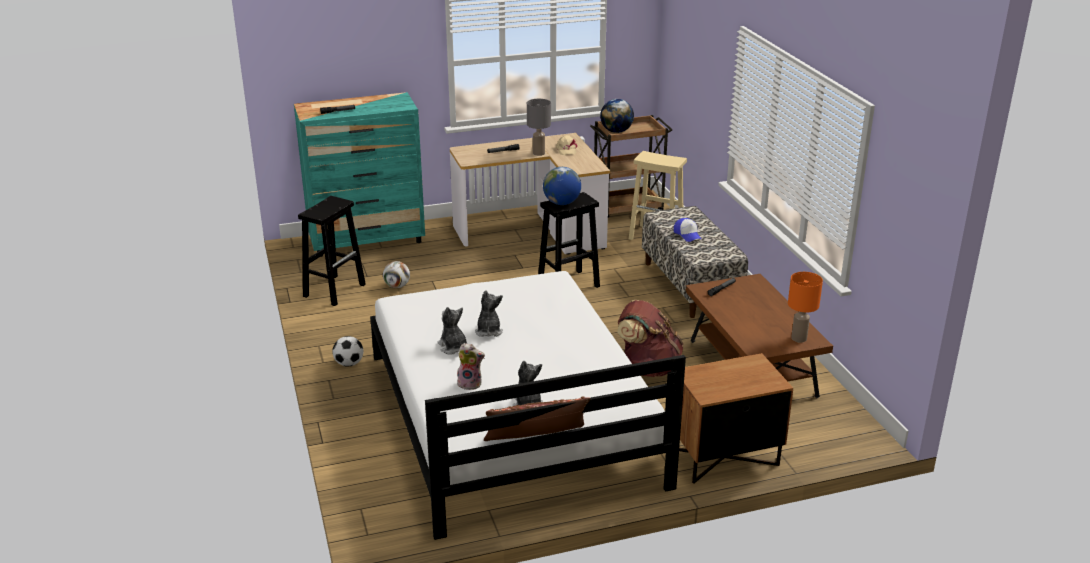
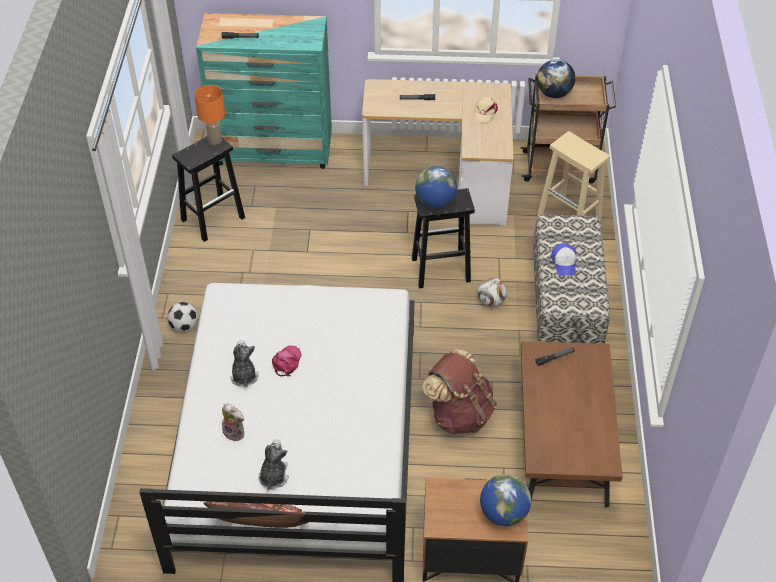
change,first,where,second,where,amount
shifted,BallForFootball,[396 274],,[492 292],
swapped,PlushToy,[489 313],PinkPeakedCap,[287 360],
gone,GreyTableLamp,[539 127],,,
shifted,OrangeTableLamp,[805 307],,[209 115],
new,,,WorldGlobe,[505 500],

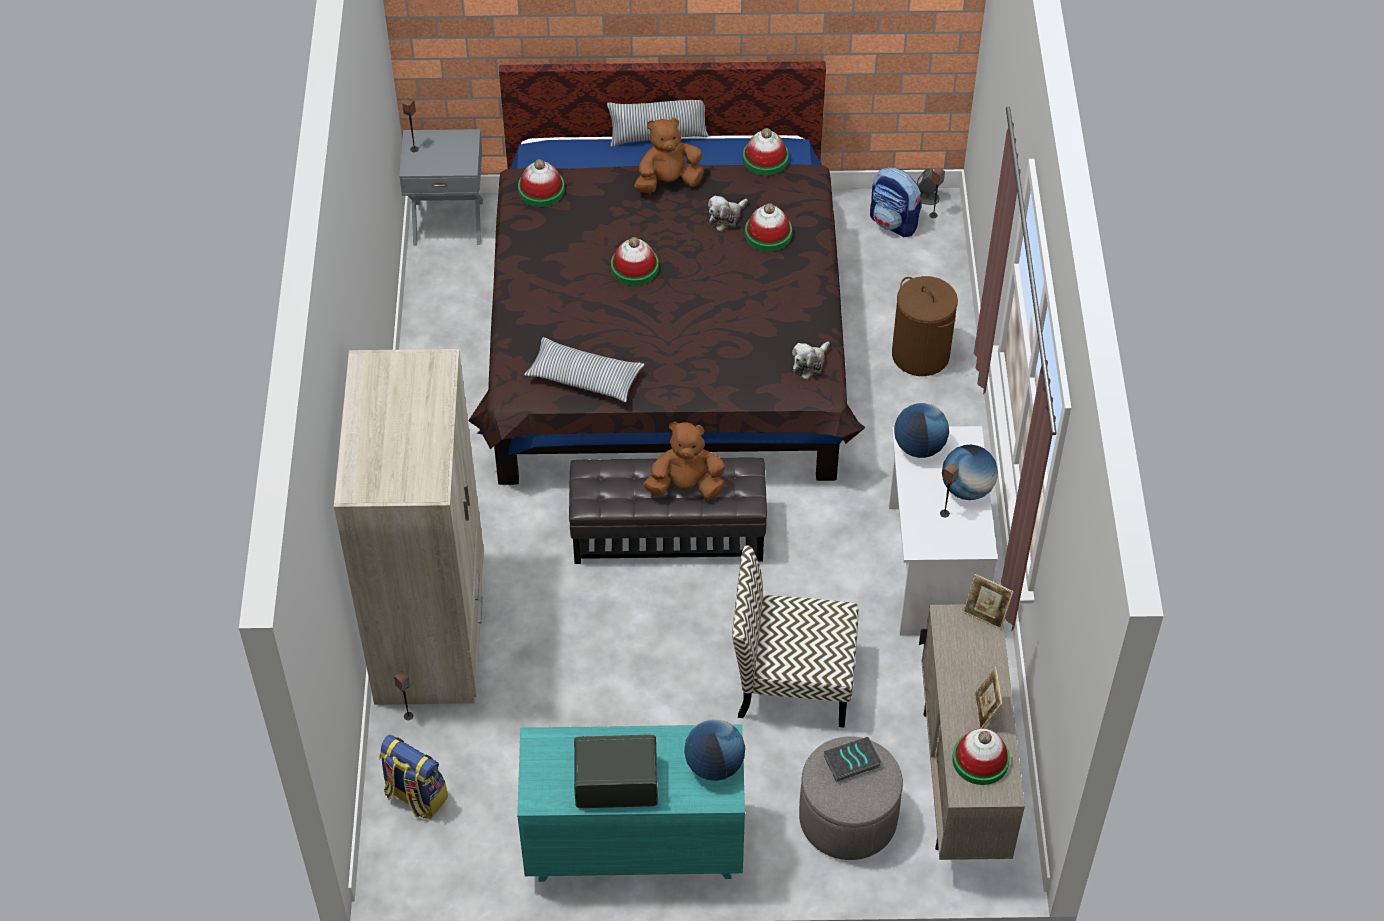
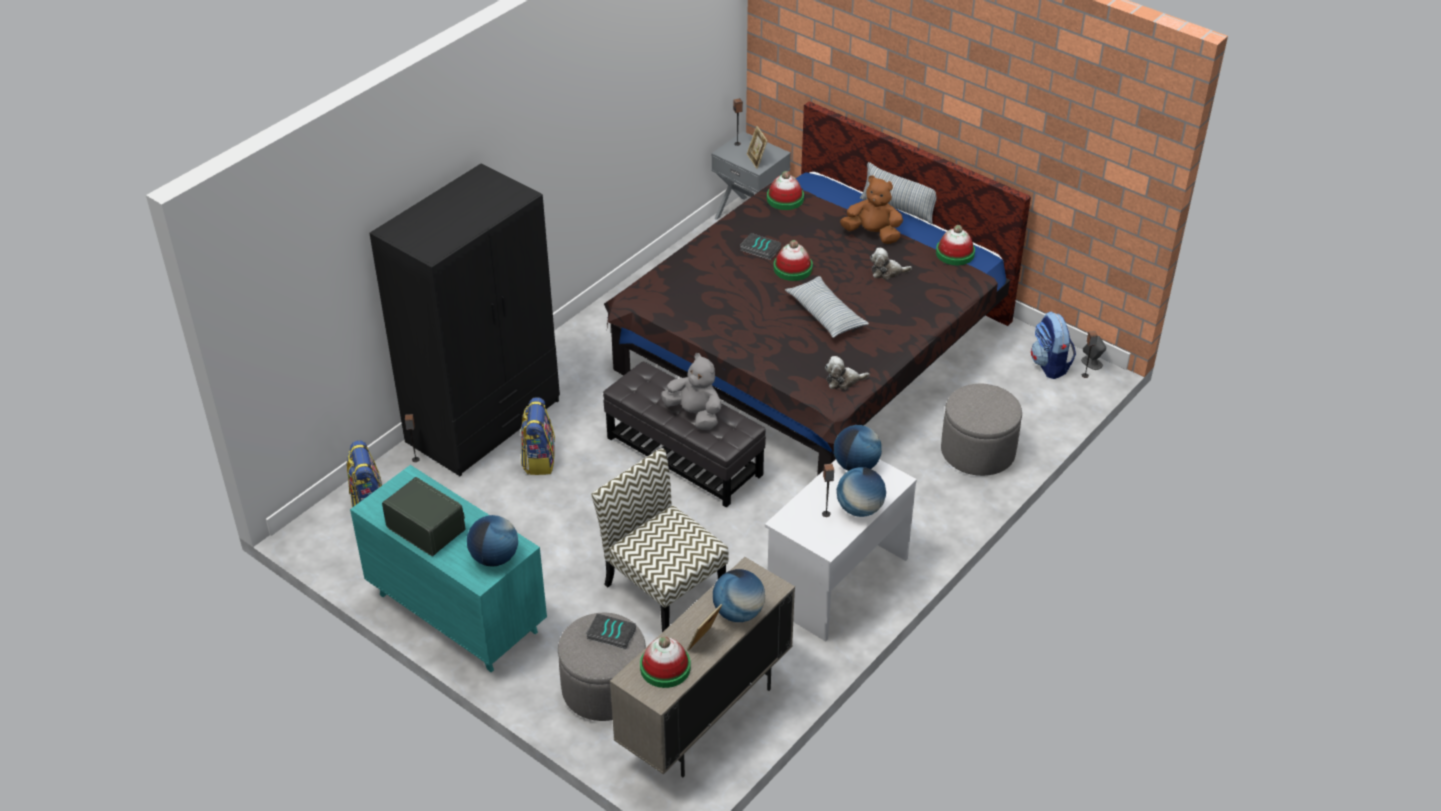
change,first,where,second,where,amount
repainted,SandColouredClothesCupboard,[409 527],BlackishClothesCupboard,[464 319],
shifted,ThrowPillow,[584 369],,[827 307],
repainted,BrownPlushToy,[684 461],GreyPlushToy,[691 391],
gone,ClothingHat,[768 227],,,
swapped,BrownHamper,[925 326],GreyPouffe,[981 430],
shifted,PictureFrame,[988 602],,[757 147],
new,,,Knapsack,[538 436],
new,,,WorldGlobe,[739 595],
new,,,BoundBook,[760 246],

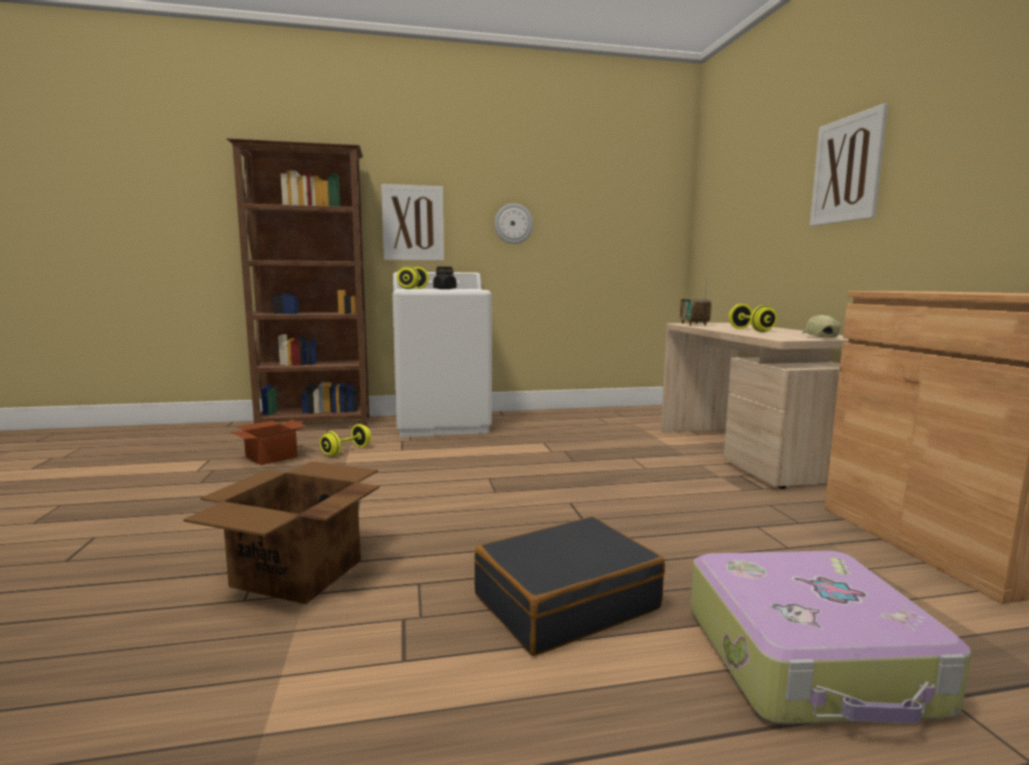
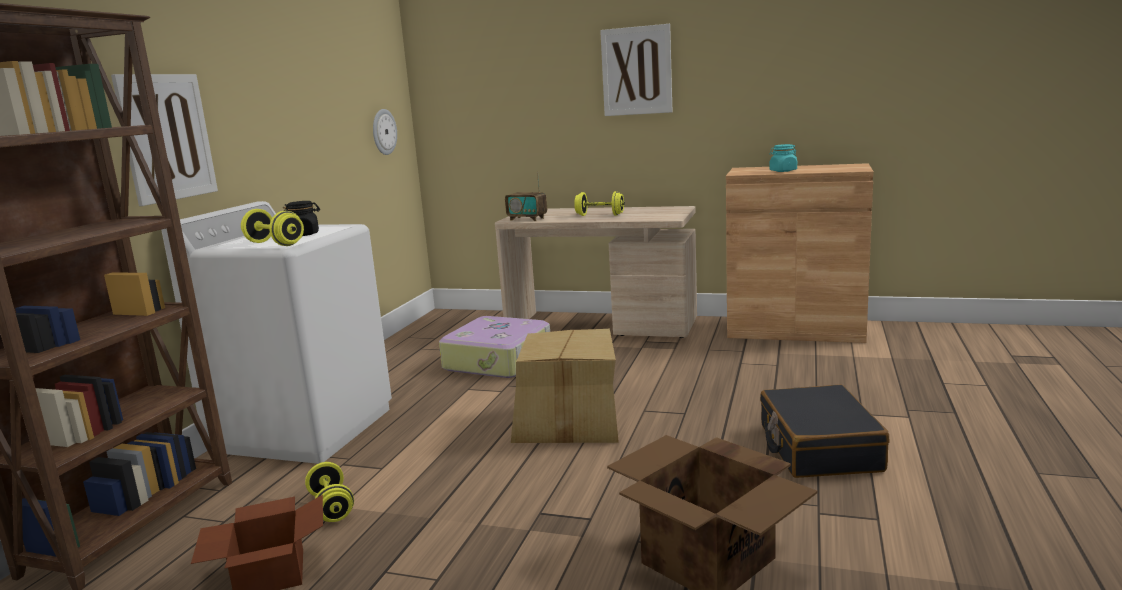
change,first,where,second,where,amount
shifted,WallClock,[514 223],,[385 132],
shifted,PieceOfLuggage,[830 637],,[494 347],
gone,PeakedCap,[820 325],,,
new,,,Carton,[565 385],
new,,,TurquoiseStorageJar,[783 158],

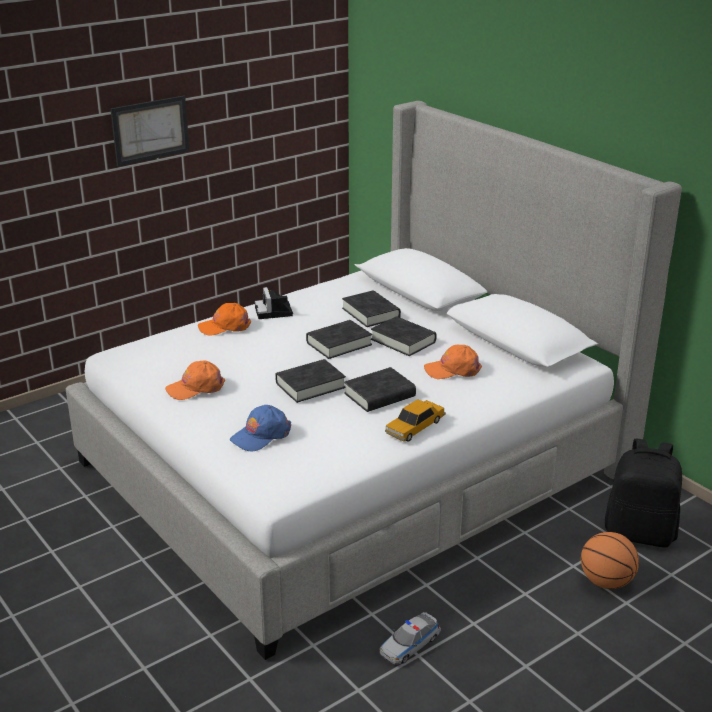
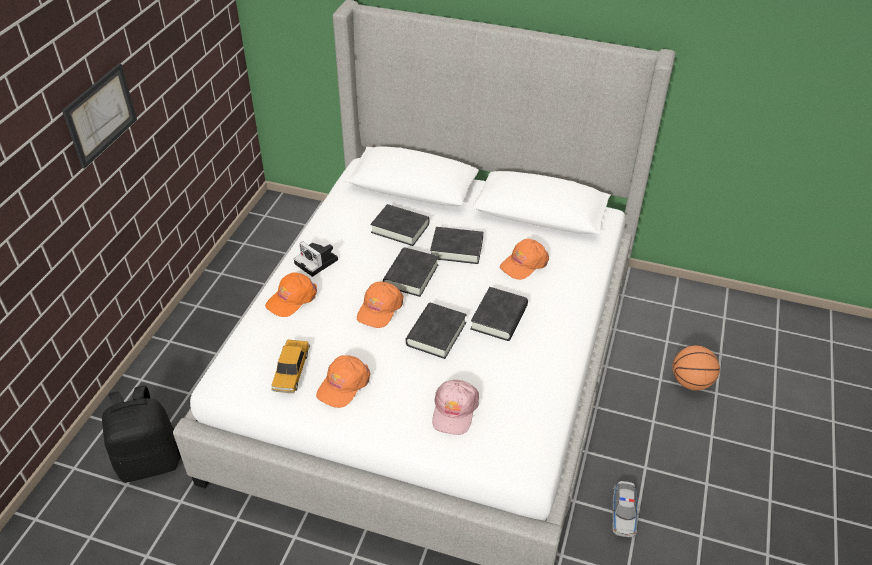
change,first,where,second,where,amount
repainted,BlueColouredPeakedCap,[260 428],PinkPeakedCap,[455 407],
shifted,ToyCar,[415 420],,[290 366],
shifted,BlackishKnapsack,[643 493],,[141 434],
new,,,OrangePeakedCap,[380 305],

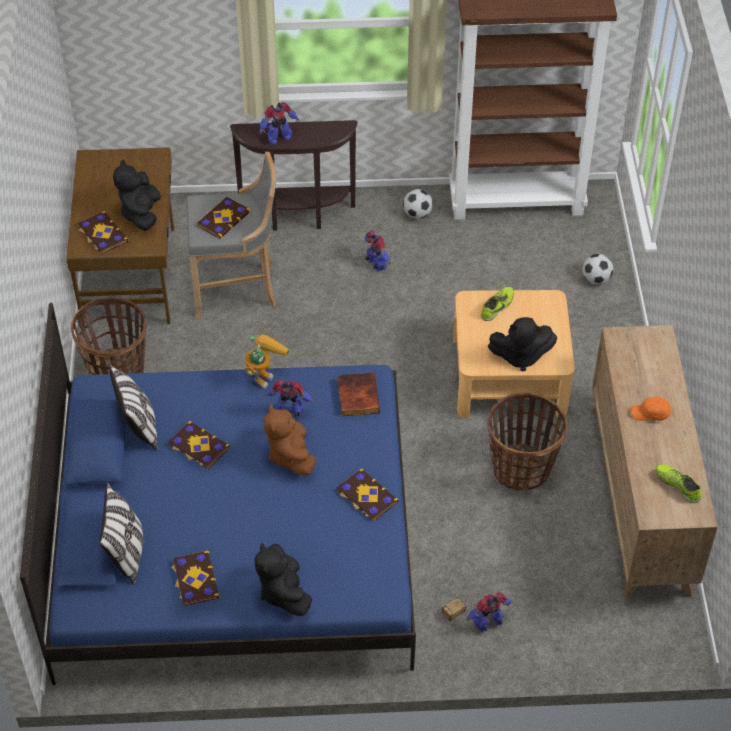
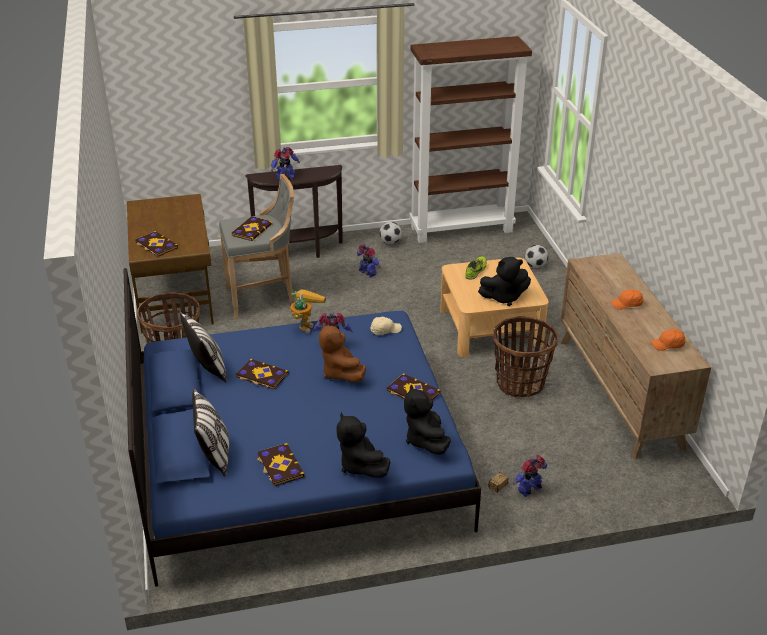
change,first,where,second,where,amount
shifted,BlackishPlushToy,[137 195],,[427 419],
swapped,BoundBook,[359 394],SandColouredPeakedCap,[386 326],
swapped,Shoe,[678 483],OrangePeakedCap,[668 340],

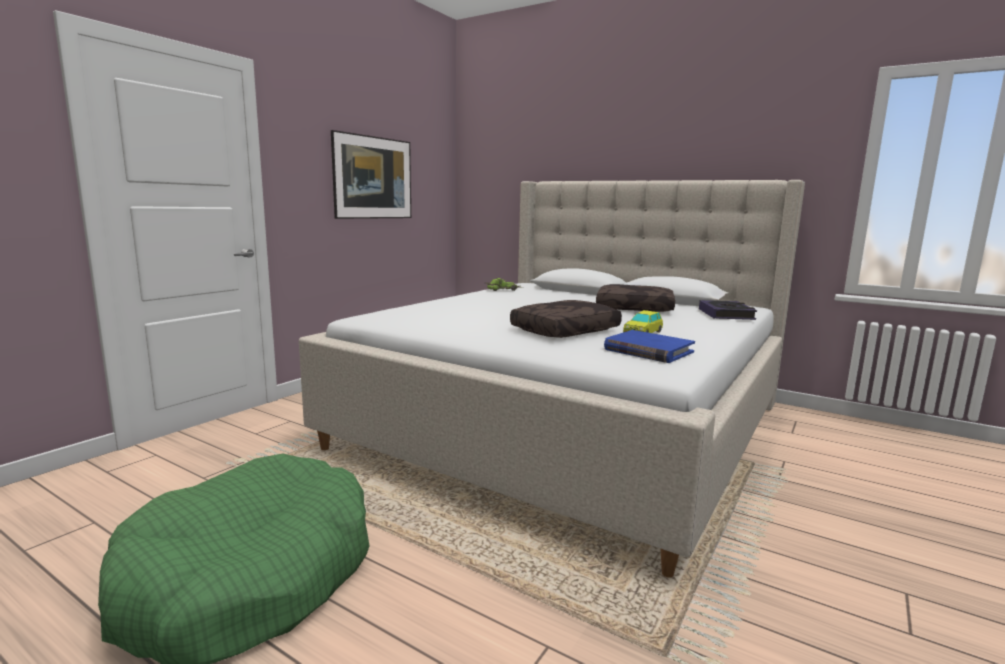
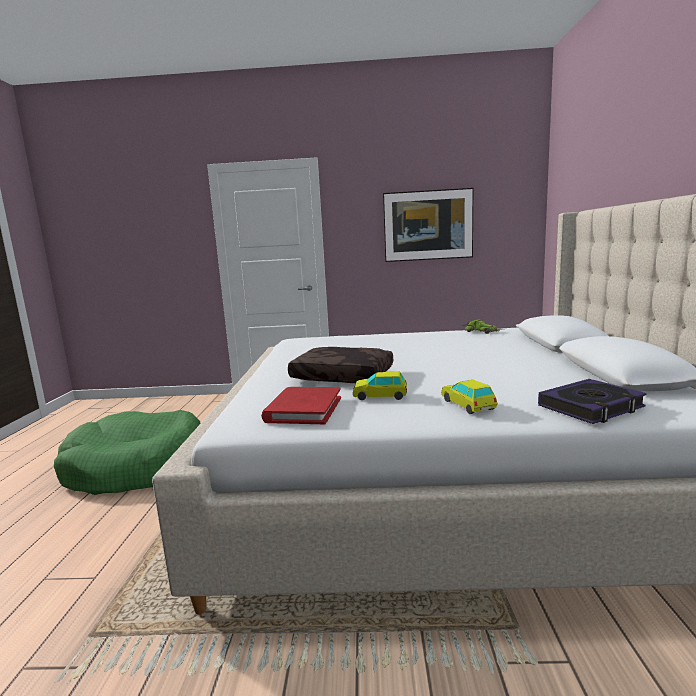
change,first,where,second,where,amount
gone,BrownThrowPillow,[635 298],,,
repainted,BlueColouredBoundBook,[649 346],ReddishBoundBook,[301 405],
new,,,ToyCar,[470 397],

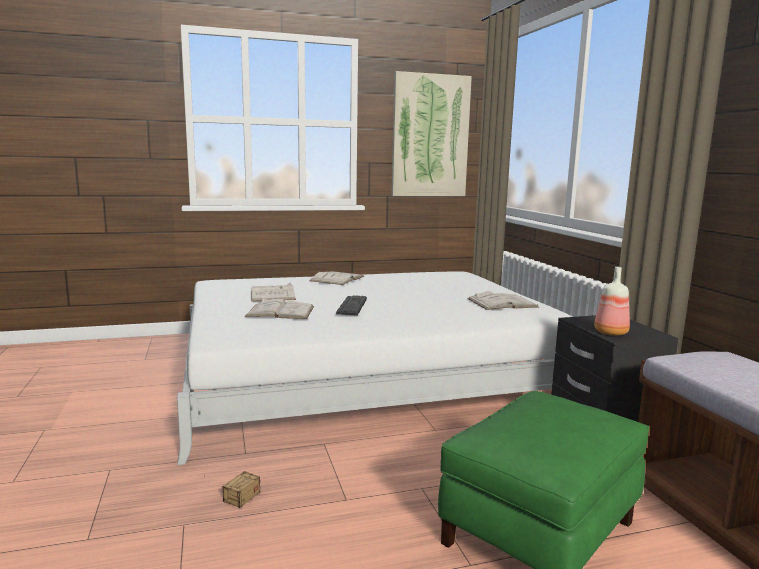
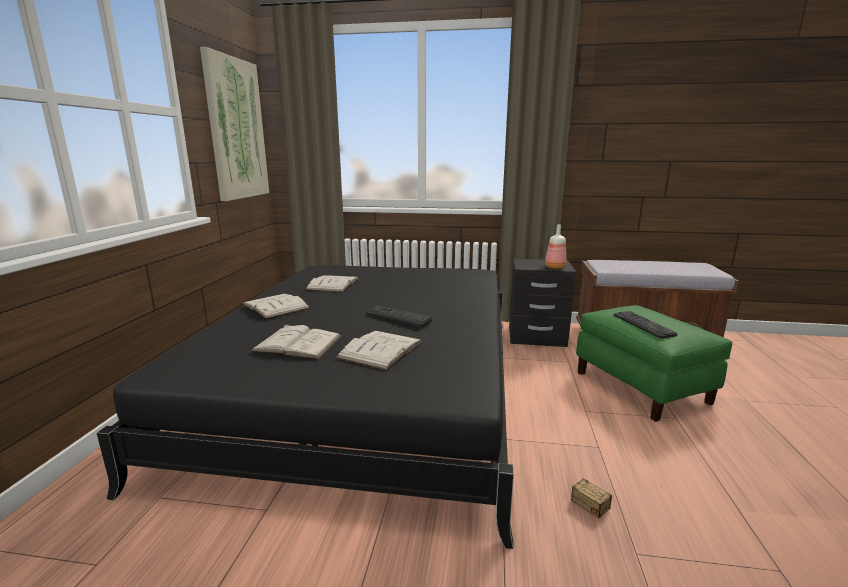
change,first,where,second,where,amount
repainted,WhitishSleepingBed,[375 368],BlackishSleepingBed,[305 407],
shifted,WhitishBoundBook,[503 300],,[332 283],
new,,,PcKeyboard,[645 325],

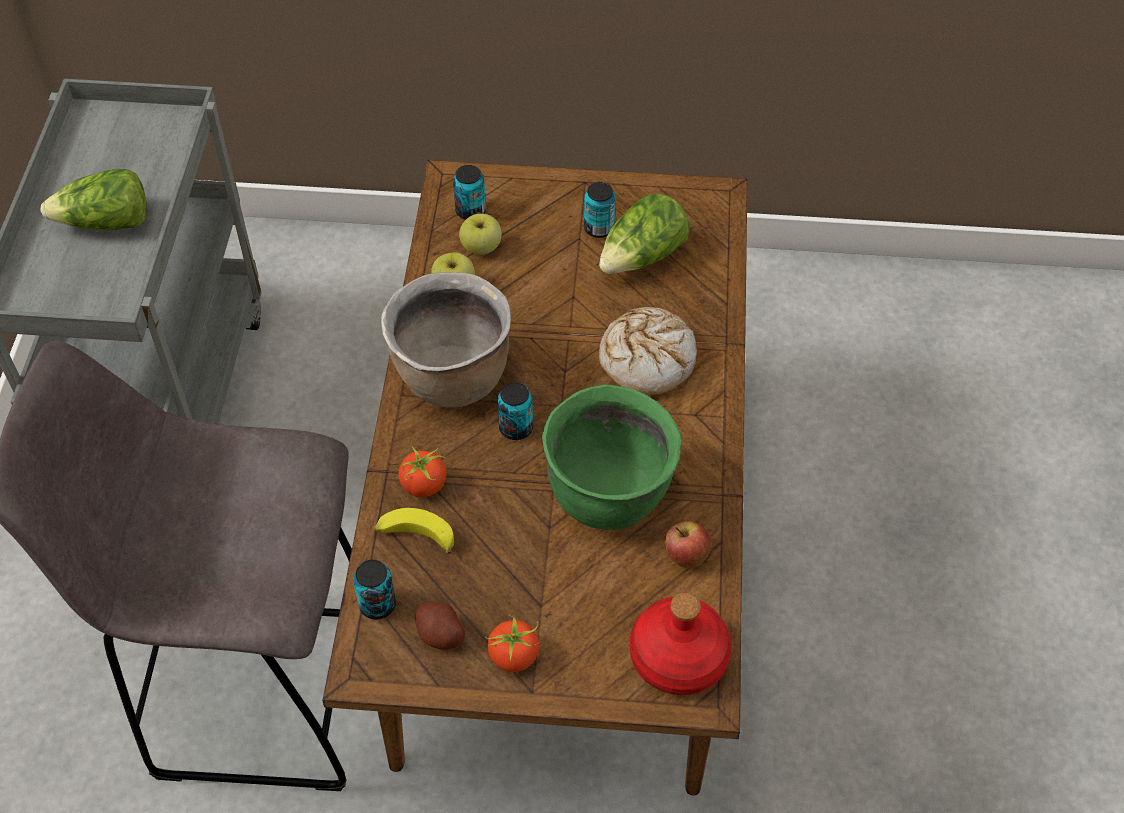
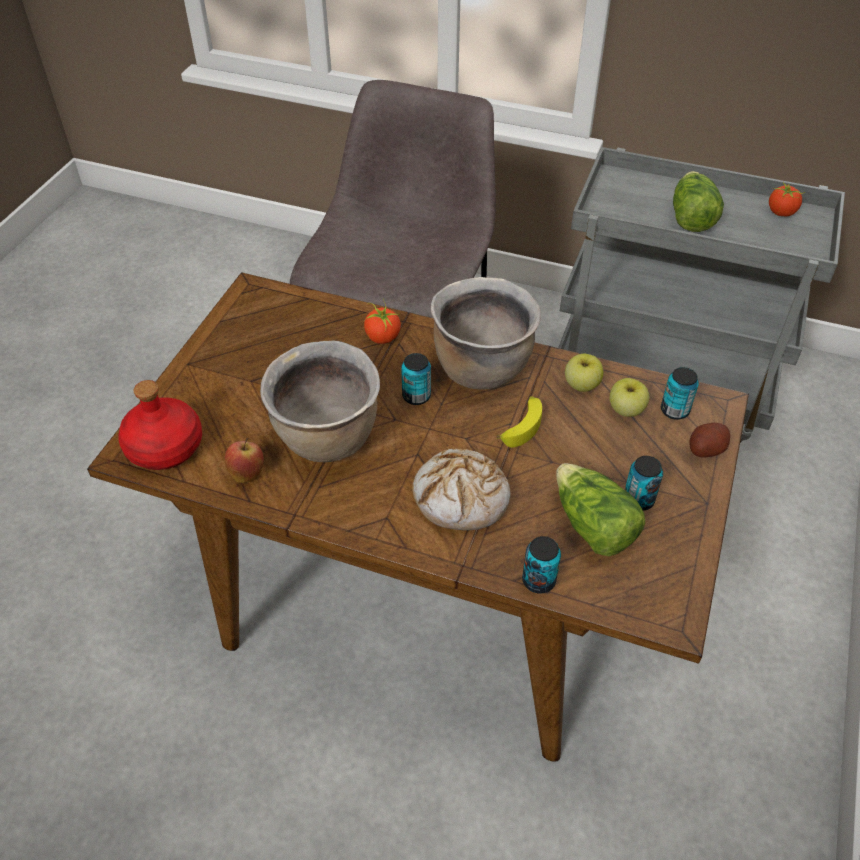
change,first,where,second,where,amount
shifted,SealedCan,[374 590],,[541 565],
shifted,BananaFruit,[414 531],,[519 422],
shifted,Spud,[440 626],,[709 440],
shifted,WholeTomato,[513 643],,[787 198],
repainted,GreenSaucepot,[611 457],BrownSaucepot,[320 401],

